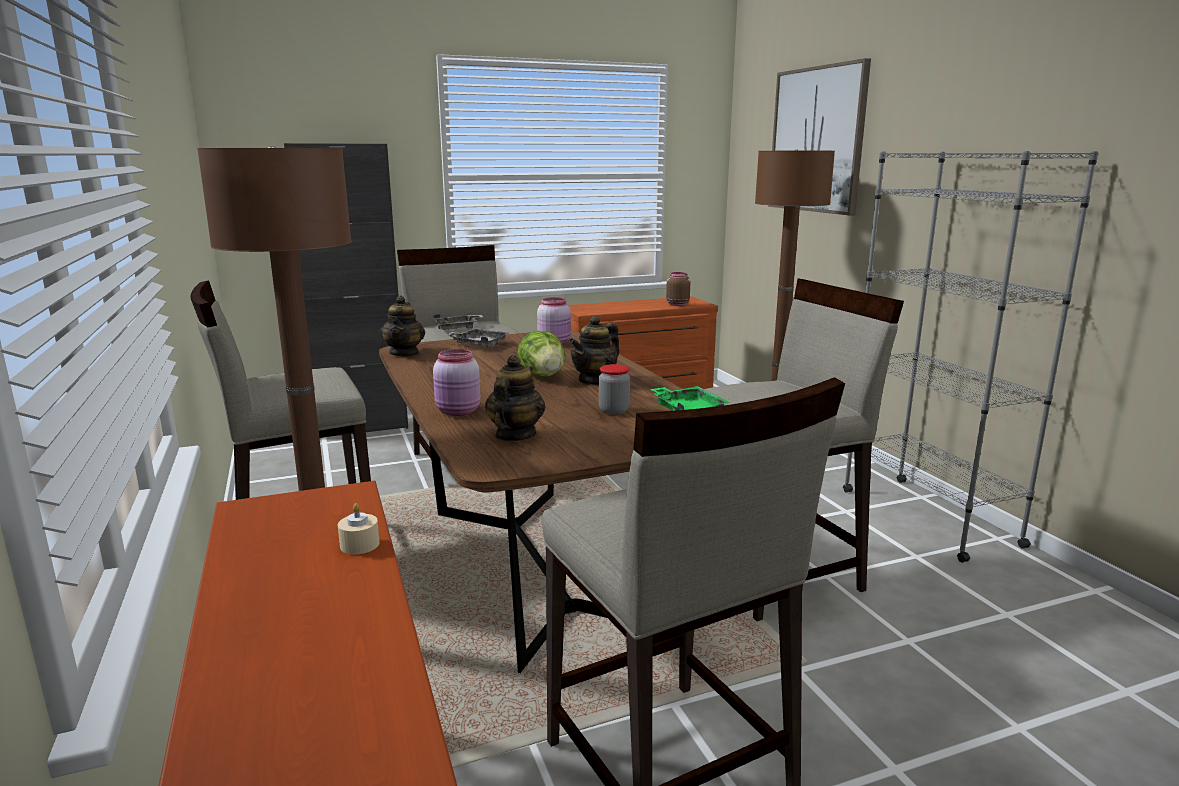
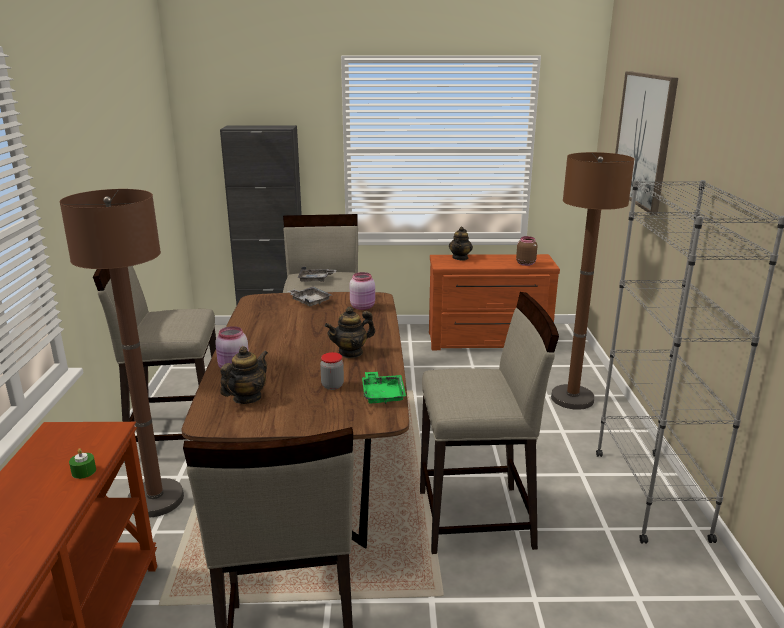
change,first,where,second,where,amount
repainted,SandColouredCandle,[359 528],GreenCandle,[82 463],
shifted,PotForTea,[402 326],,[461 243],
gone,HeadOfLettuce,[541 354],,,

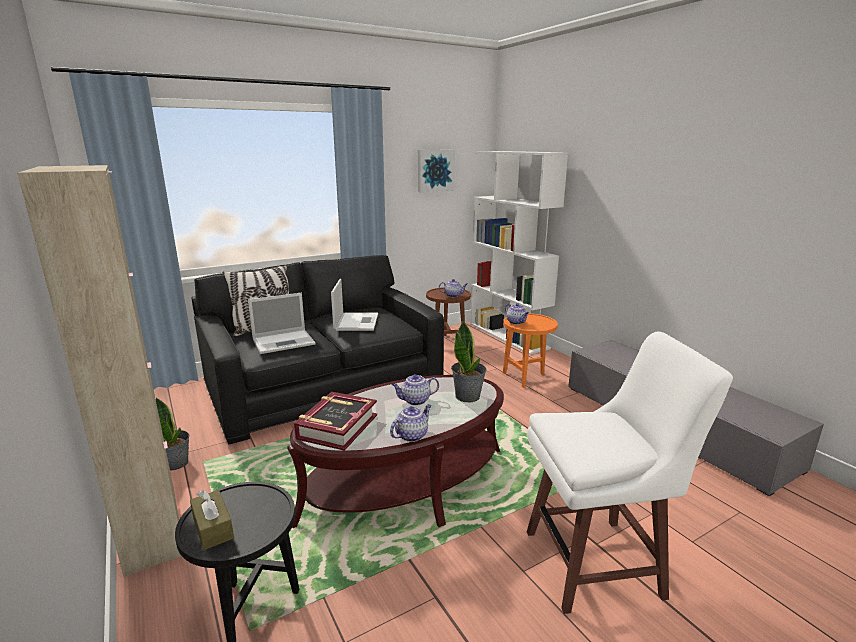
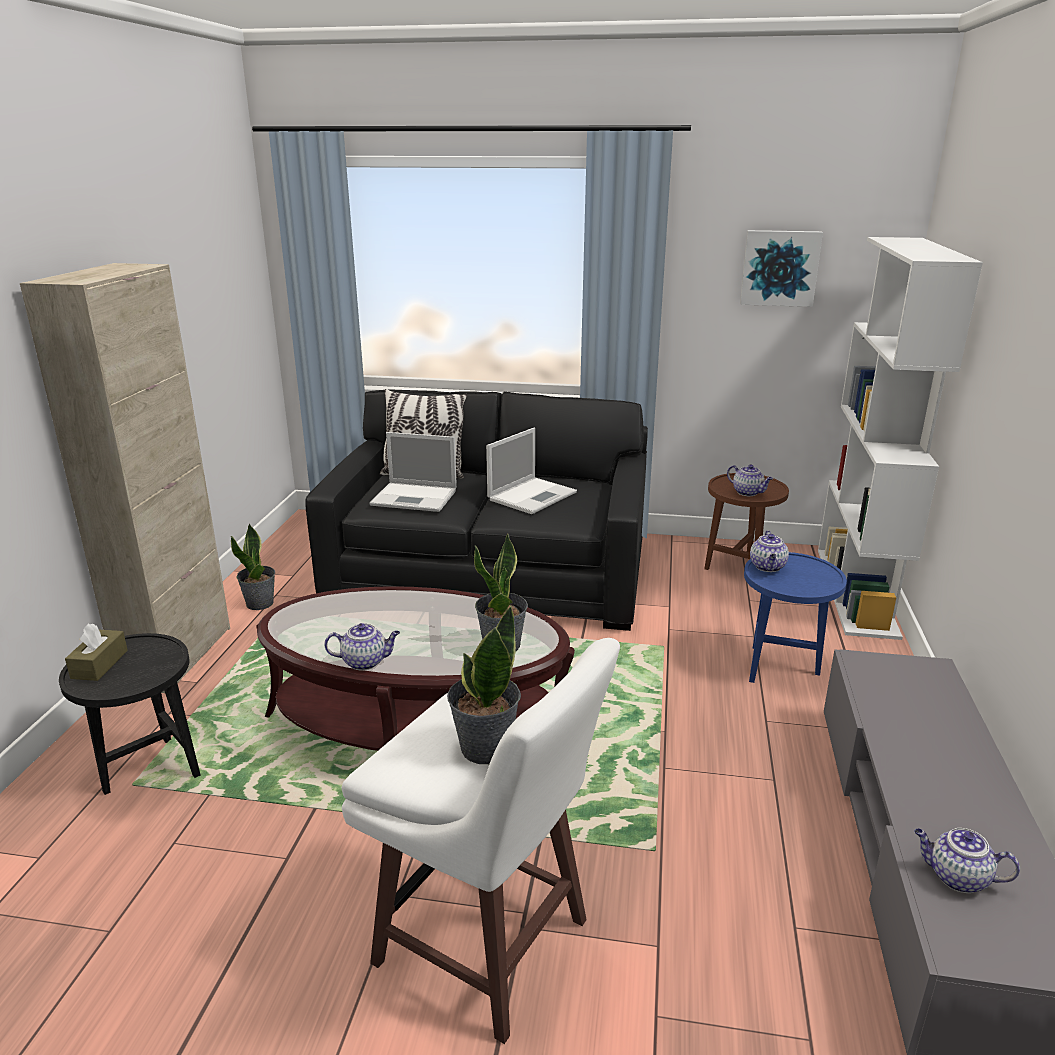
change,first,where,second,where,amount
gone,BoundBook,[335 421],,,
shifted,PotForTea,[415 390],,[967 860],
repainted,OrangeAccentTable,[530 350],BlueColouredAccentTable,[795 617],
new,,,PottedPlant,[484 685],

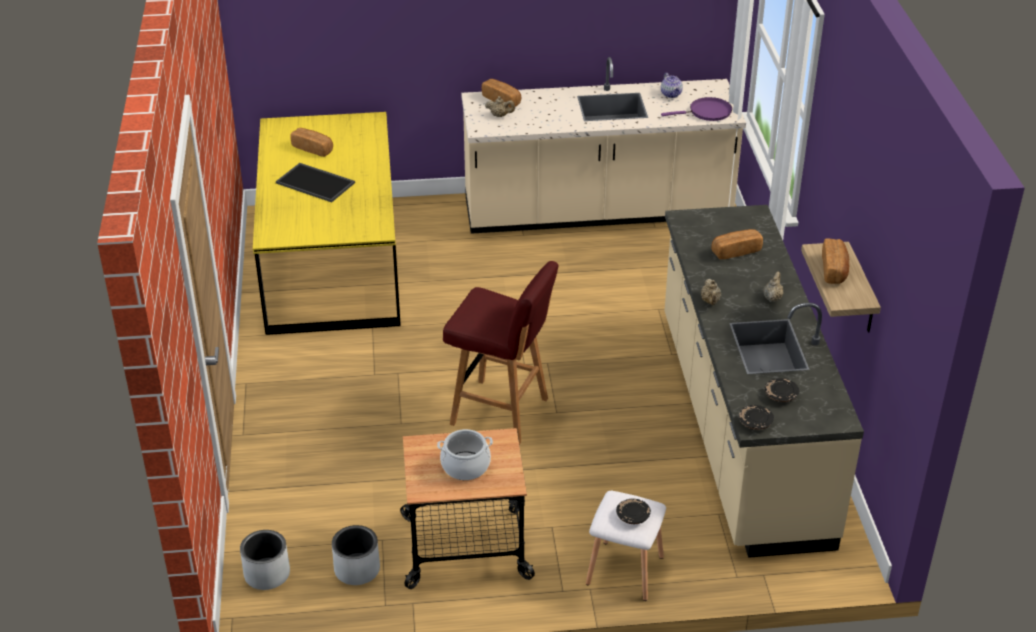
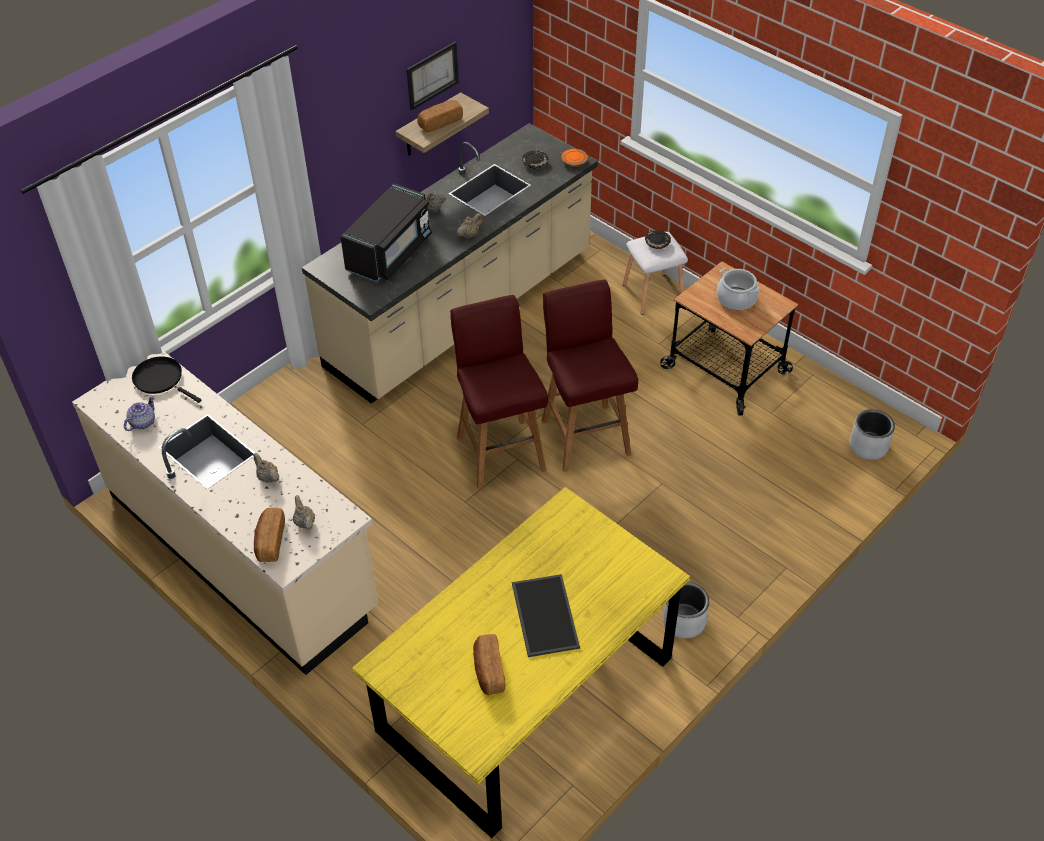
change,first,where,second,where,amount
shifted,GreyFlowerPot,[356 555],,[686 610],
repainted,PurplishFryingPan,[696 109],BlackishFryingPan,[167 379],
swapped,Bread,[737 244],BlackishKitchenMicrowave,[386 232],
repainted,BlackishPlate,[756 417],OrangePlate,[574 158],
new,,,SandColouredPotForTea,[266 468],
new,,,WallPicture,[433 76],
new,,,ReddishStoolSeat,[499 392],

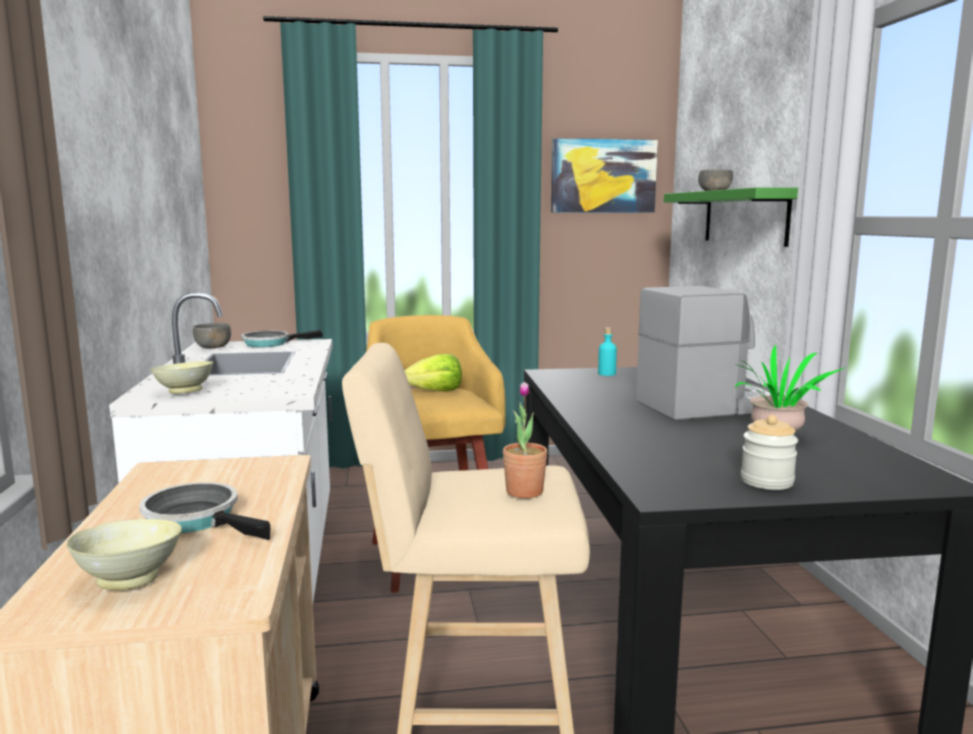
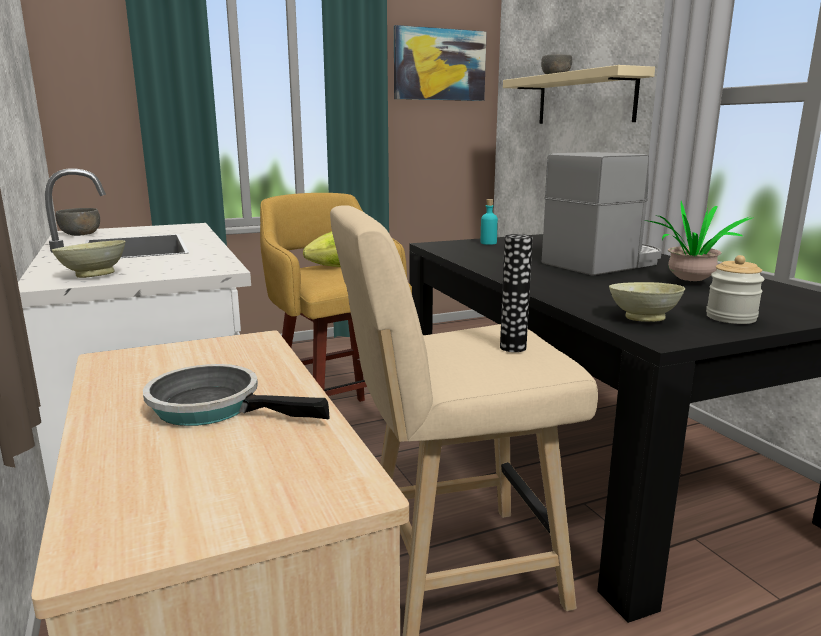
change,first,where,second,where,amount
shifted,SandColouredBowl,[124 554],,[647 302],
gone,FryingPan,[282 338],,,
swapped,PottedPlant,[525 440],DecorativeVase,[516 293],
repainted,GreenWallShelf,[731 217],SandColouredWallShelf,[579 94],

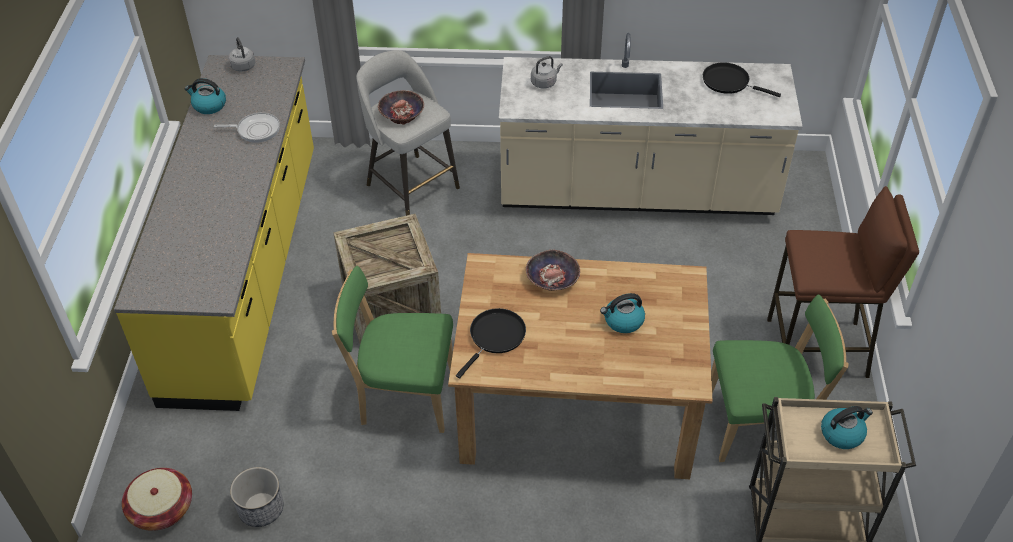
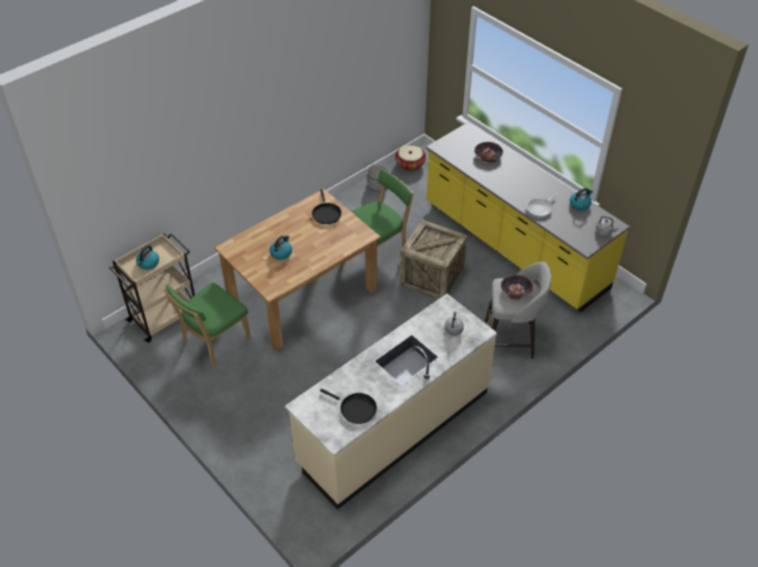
change,first,where,second,where,amount
shifted,Bowl,[553 270],,[488 152],
rotated,BlackishFryingPan,[742 79],,[348 406],45 degrees clockwise
gone,BrownStoolSeat,[843 282],,,

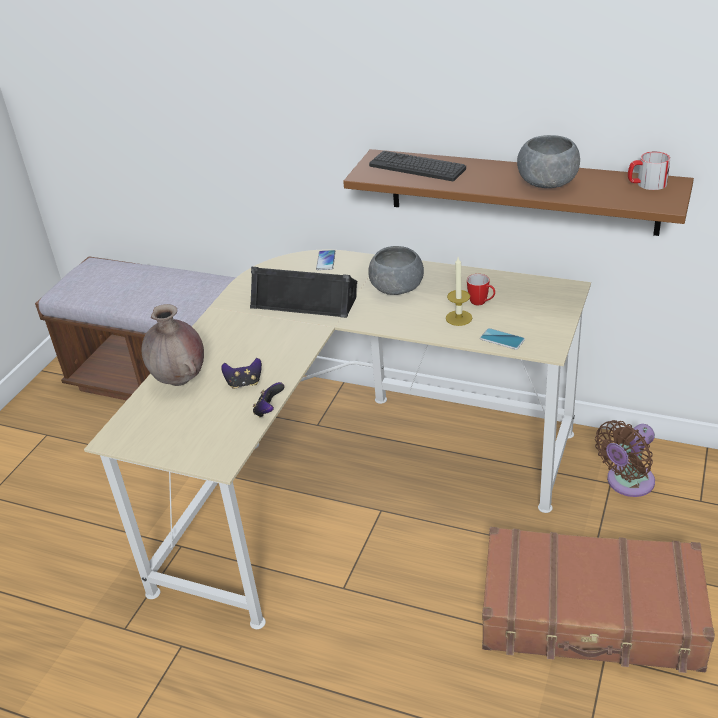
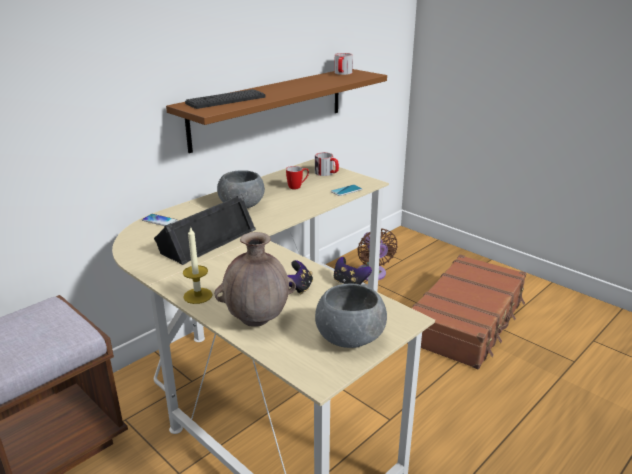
change,first,where,second,where,amount
shifted,Candle,[459 291],,[198 265],
shifted,GreyBowl,[548 161],,[351 316],
new,,,Mug,[327 164],

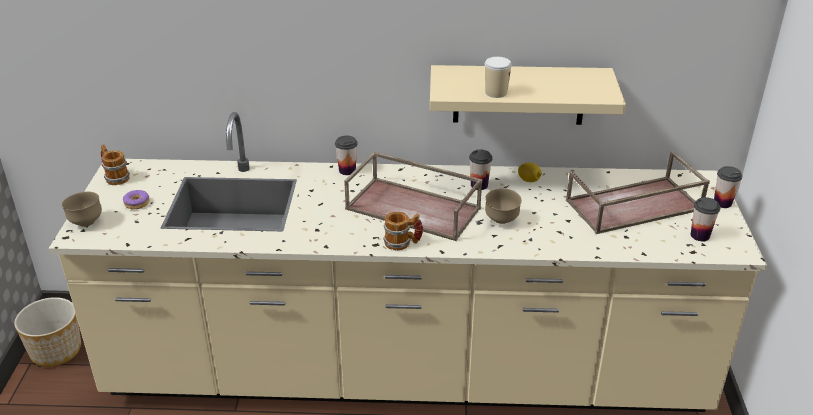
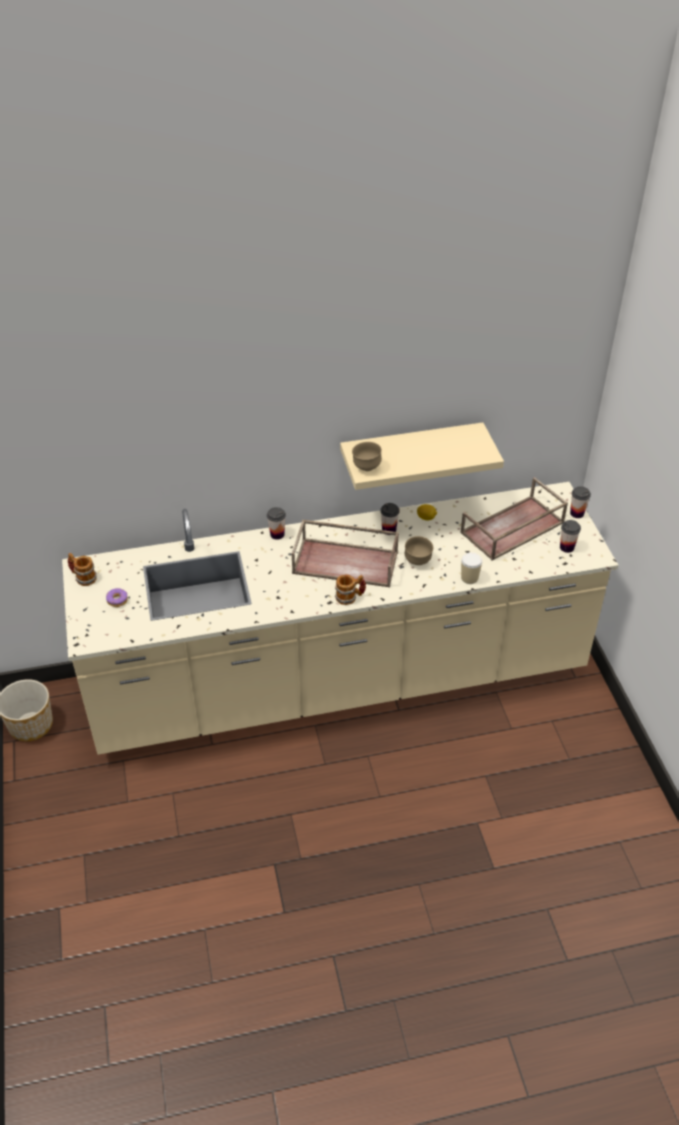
change,first,where,second,where,amount
shifted,BrownBowl,[82 209],,[367 456],
shifted,SmallCup,[498 77],,[471 568],

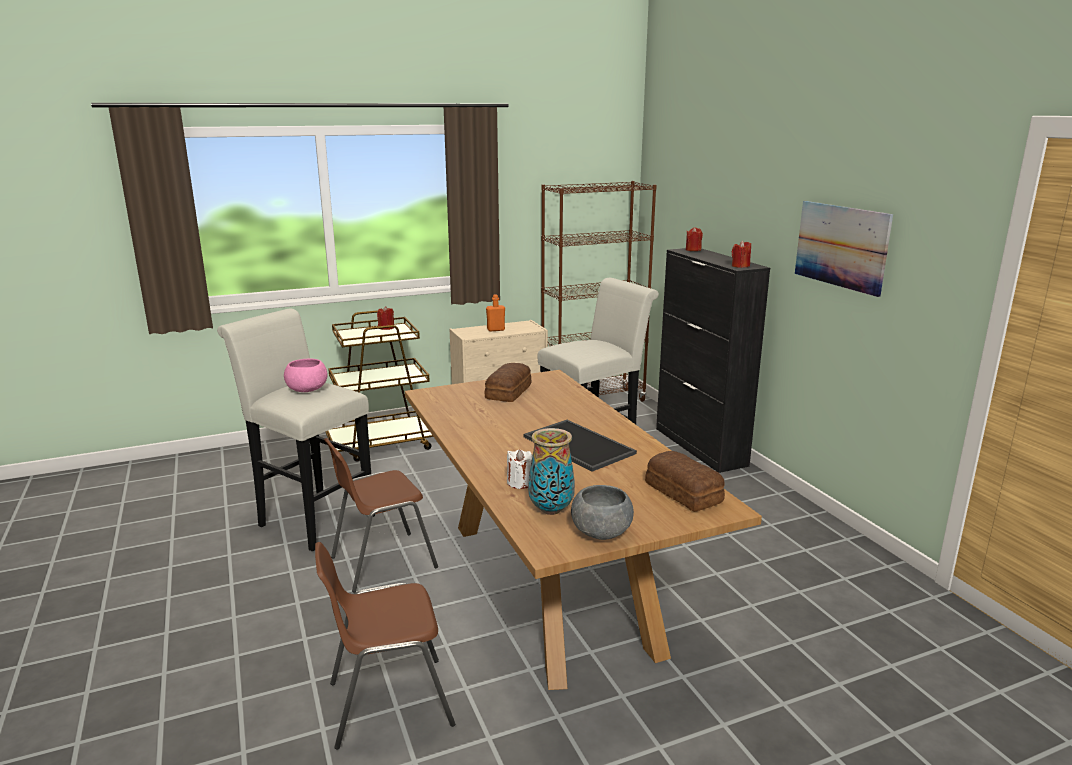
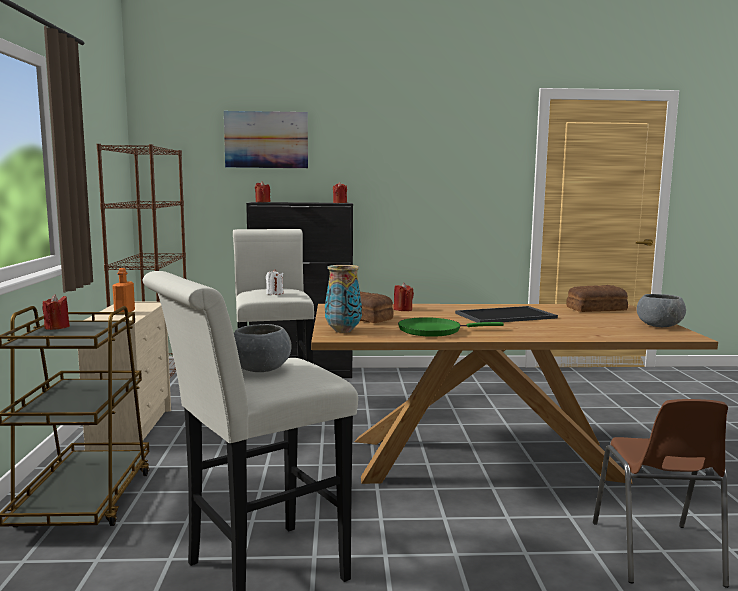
change,first,where,second,where,amount
repainted,PinkBowl,[305 375],GreyBowl,[263 348],
gone,BrownPlainChair,[381 515],,,
shifted,WhitishCandle,[519 469],,[274 282],
shifted,DecorativeVase,[551 471],,[343 299],
shifted,WallPicture,[844 249],,[266 139],
new,,,ReddishCandle,[403 297],
new,,,GreenFryingPan,[451 327],

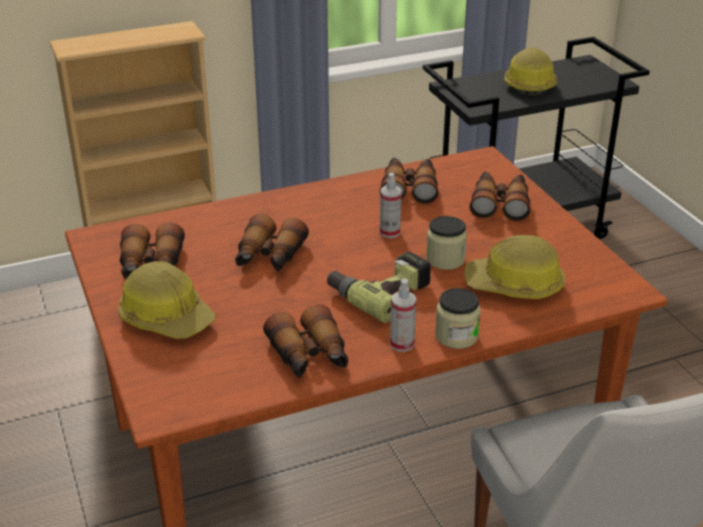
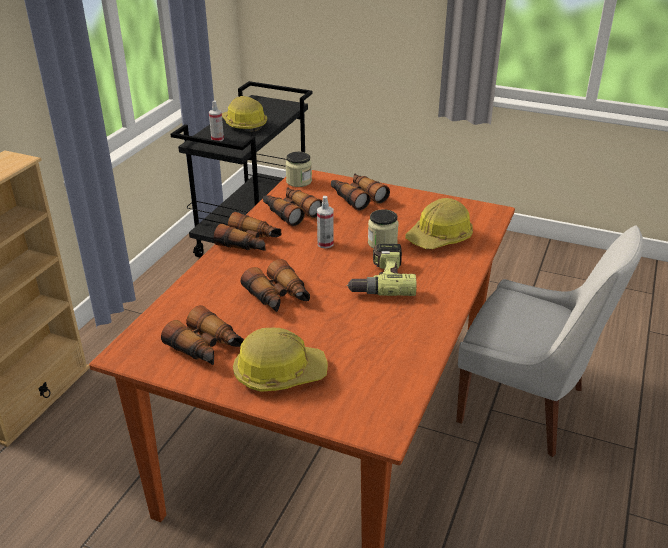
change,first,where,second,where,amount
shifted,PairOfBinoculars,[305 341],,[247 231],
shifted,HandSprayer,[403 315],,[216 121],
shifted,StorageJar,[458 318],,[298 169],

